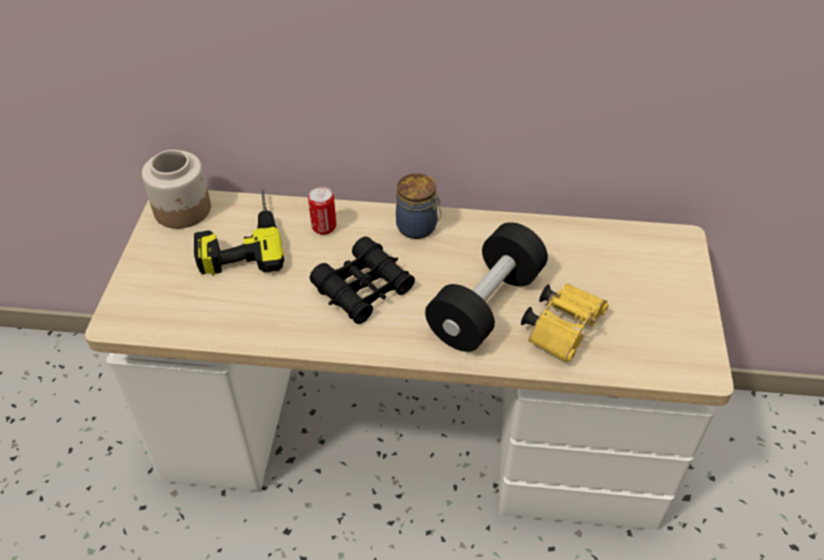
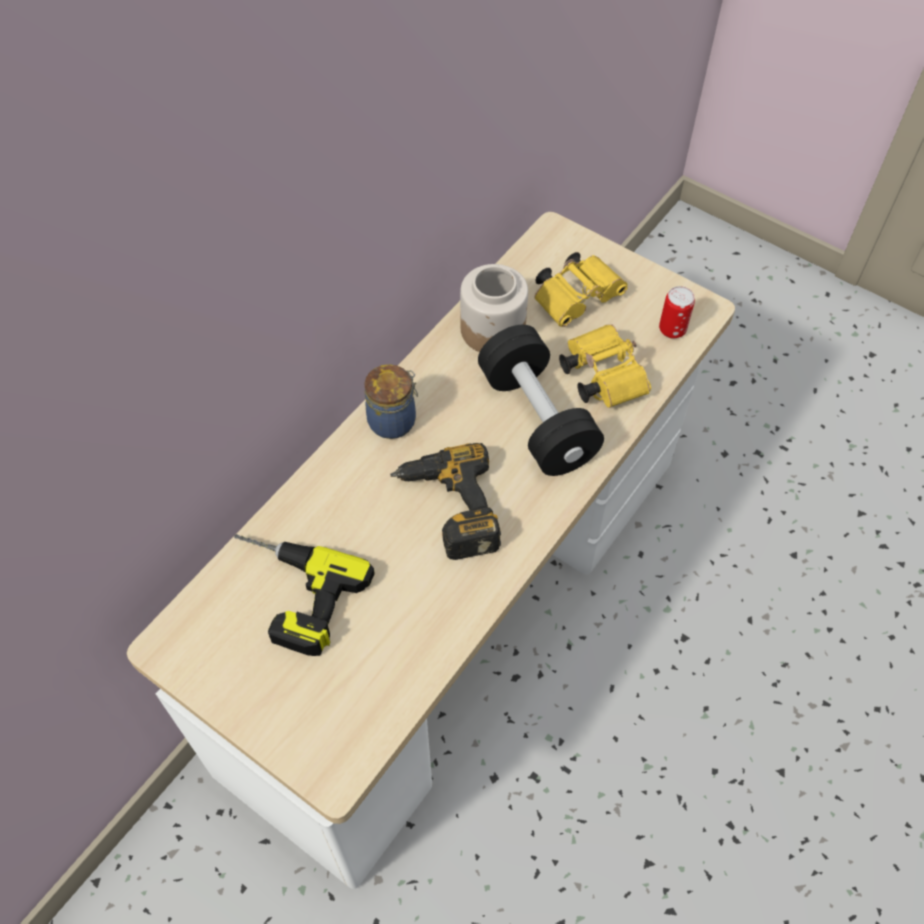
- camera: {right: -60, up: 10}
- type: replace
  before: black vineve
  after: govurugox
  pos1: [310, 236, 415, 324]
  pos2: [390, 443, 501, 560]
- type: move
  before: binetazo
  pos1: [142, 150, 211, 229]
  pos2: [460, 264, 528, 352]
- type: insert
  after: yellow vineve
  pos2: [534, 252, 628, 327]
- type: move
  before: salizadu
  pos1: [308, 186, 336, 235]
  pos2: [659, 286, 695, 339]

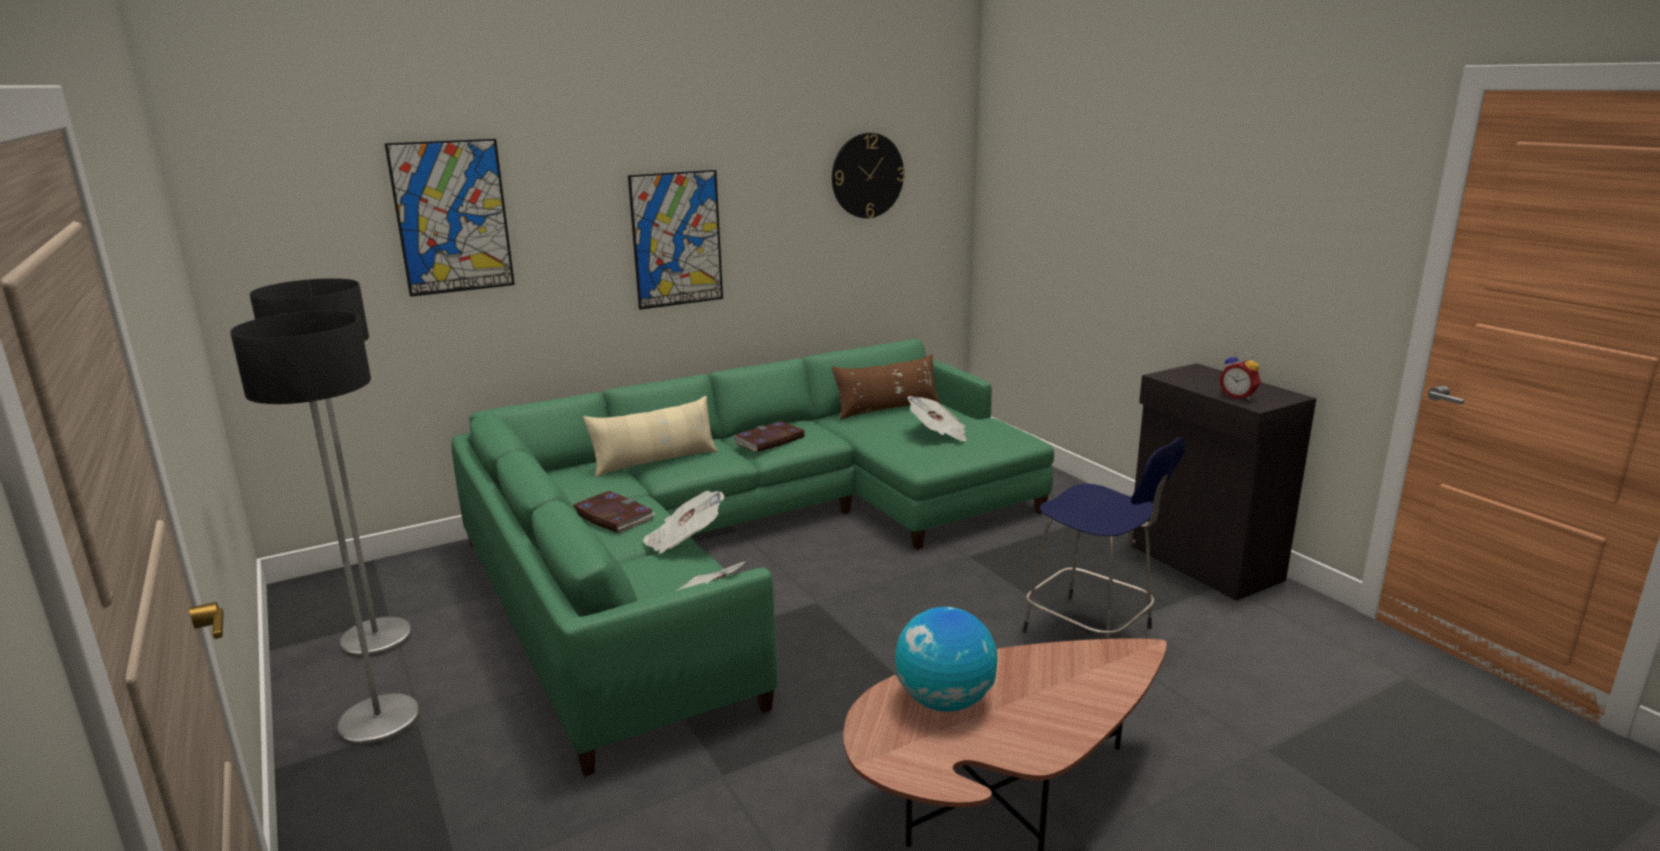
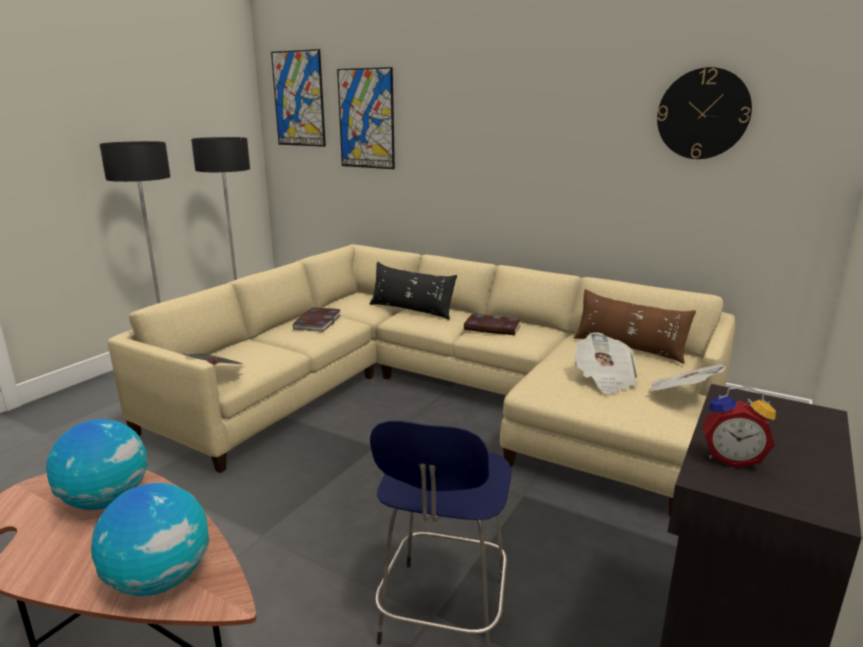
- camera: {right: 60, up: 0}
- type: insert
  after: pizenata
  pos2: [91, 483, 209, 596]
- type: recolor
  before: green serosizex
  after: beige serosizex
  pos1: [451, 339, 1054, 777]
  pos2: [107, 244, 735, 516]
- type: move
  before: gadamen
  pos1: [628, 170, 723, 310]
  pos2: [271, 49, 326, 147]
- type: recolor
  before: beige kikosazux
  after: black kikosazux
  pos1: [583, 396, 718, 478]
  pos2: [370, 262, 457, 320]
- type: move
  before: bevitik
  pos1: [643, 491, 725, 553]
  pos2: [648, 364, 726, 392]
- type: rotate
  before: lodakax
  pos1: [1219, 351, 1261, 400]
  pos2: [702, 386, 776, 468]
  turn: -90

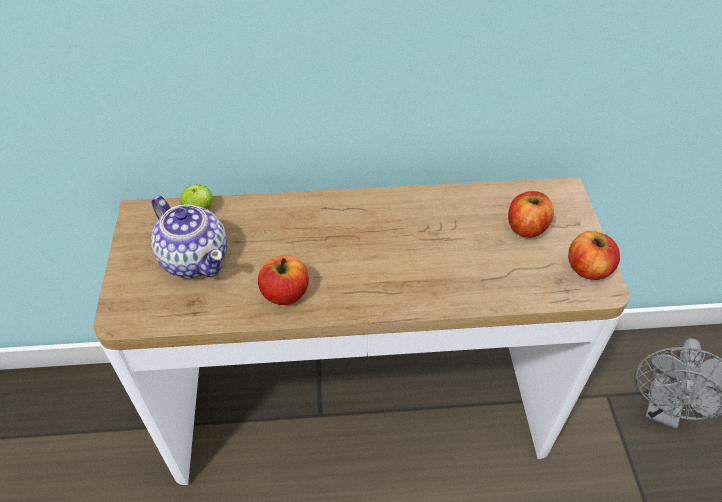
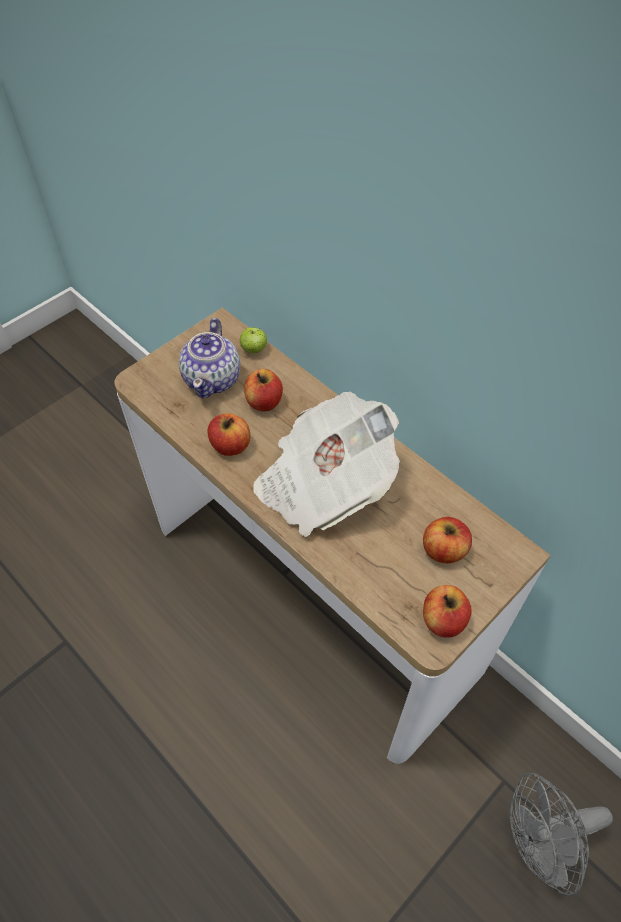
- camera: {right: 50, up: 5}
- type: insert
  after: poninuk
  pos2: [244, 369, 283, 411]
- type: insert
  after: bevitik
  pos2: [253, 392, 400, 537]

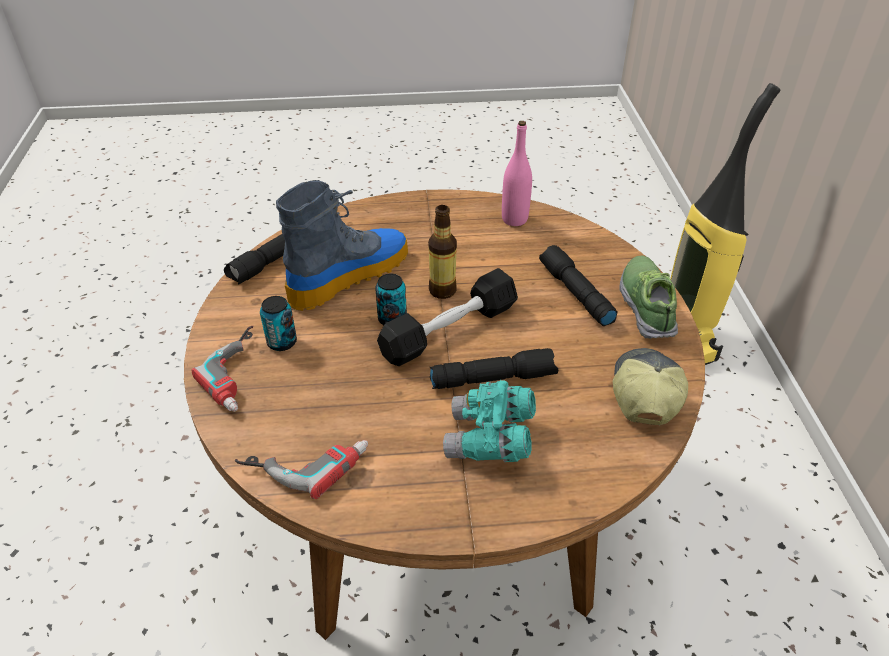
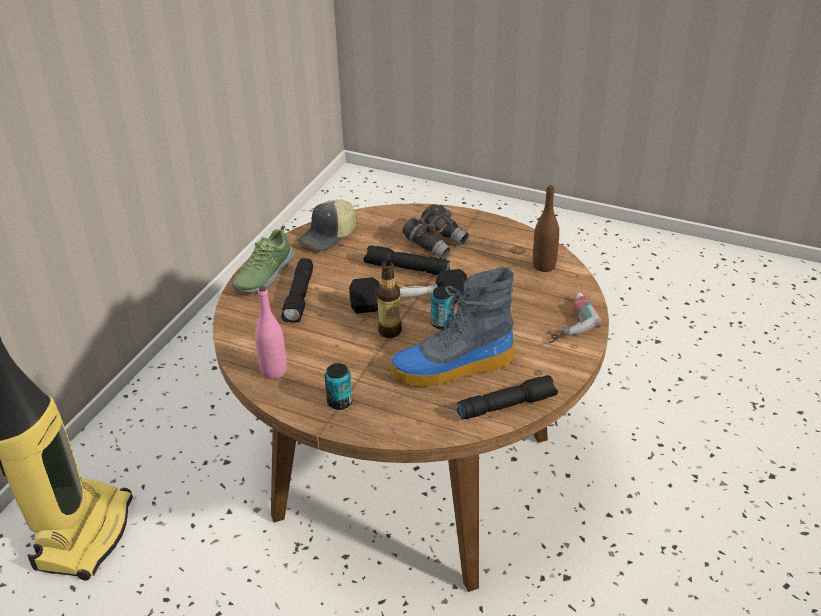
- camera: {right: -150, up: -5}
- type: move
  before: salizadu
  pos1: [260, 296, 297, 351]
  pos2: [325, 363, 352, 410]
- type: recolor
  before: turquoise vineve
  after: grey vineve
  pos1: [443, 380, 536, 462]
  pos2: [402, 204, 469, 259]
- type: replace
  before: govurugox
  after: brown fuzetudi
  pos1: [235, 440, 368, 499]
  pos2: [533, 185, 559, 272]

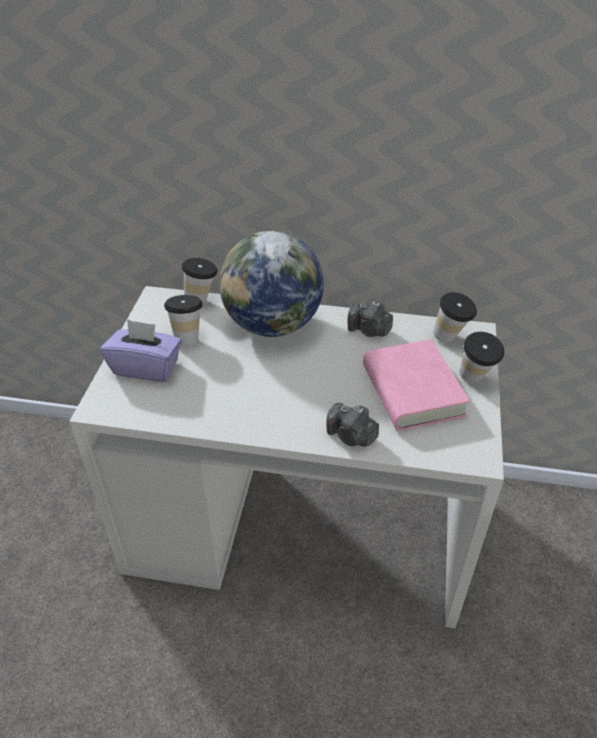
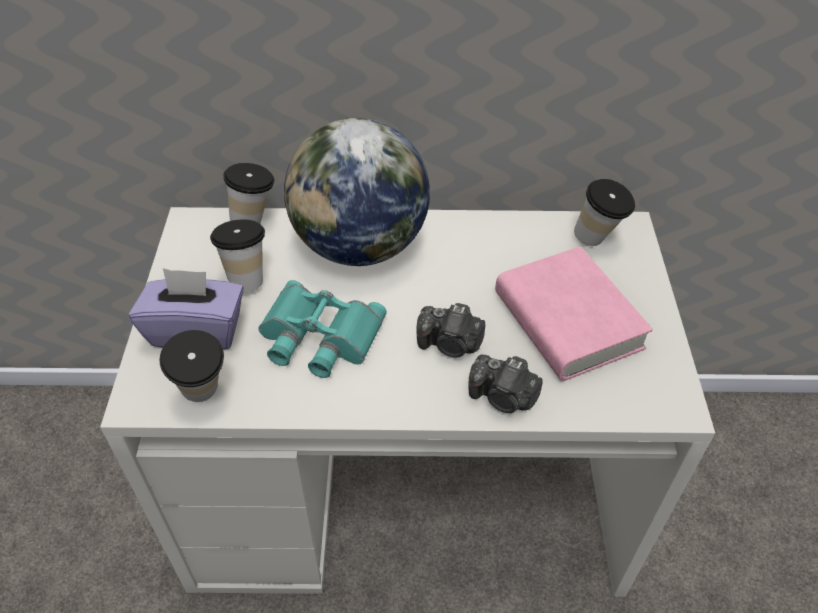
- camera: {right: -10, up: 5}
- type: move
  before: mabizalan
  pos1: [459, 332, 505, 383]
  pos2: [159, 330, 224, 402]
- type: insert
  after: turquoise vineve
  pos2: [258, 280, 387, 378]
- type: move
  before: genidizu
  pos1: [348, 301, 393, 337]
  pos2: [416, 303, 485, 357]

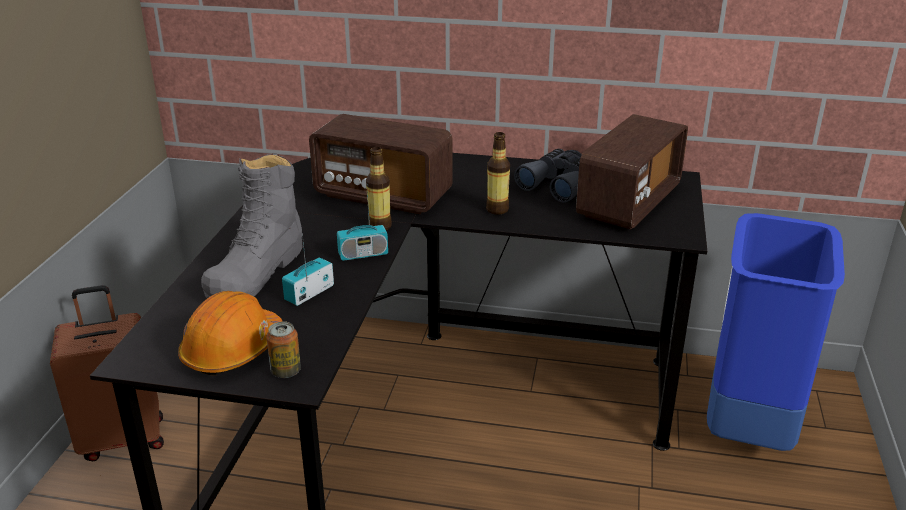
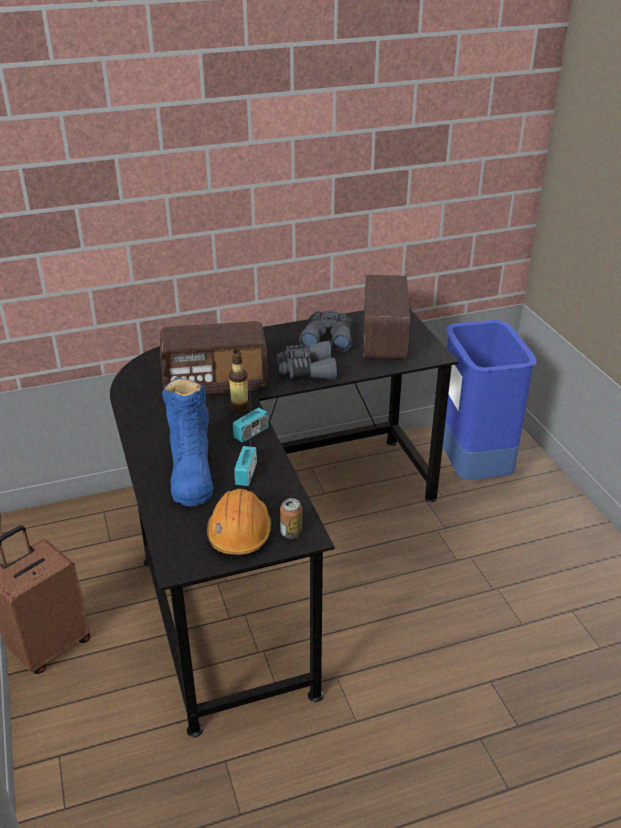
- camera: {right: -30, up: 5}
- type: recolor
  before: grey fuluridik
  after: blue fuluridik
  pos1: [201, 153, 303, 298]
  pos2: [162, 377, 213, 506]
- type: replace
  before: fuzetudi
  after: grey vineve
  pos1: [486, 132, 510, 214]
  pos2: [277, 341, 337, 380]

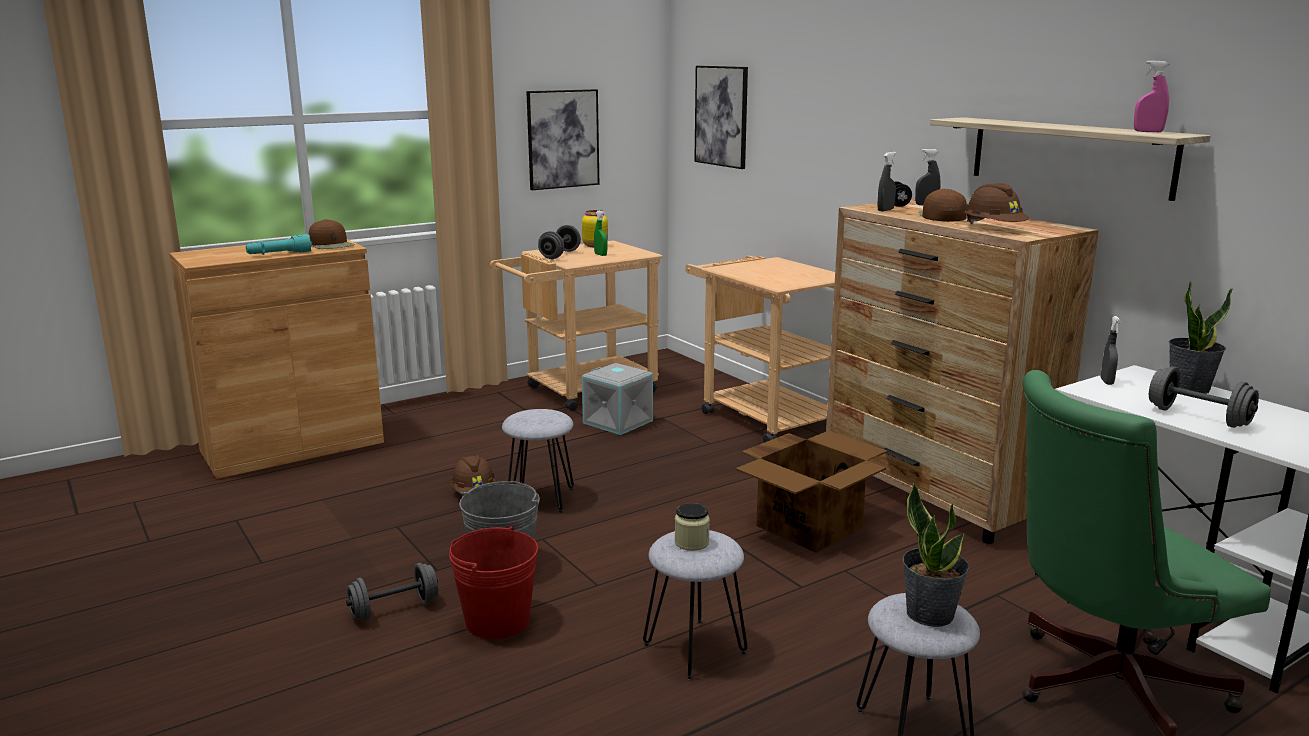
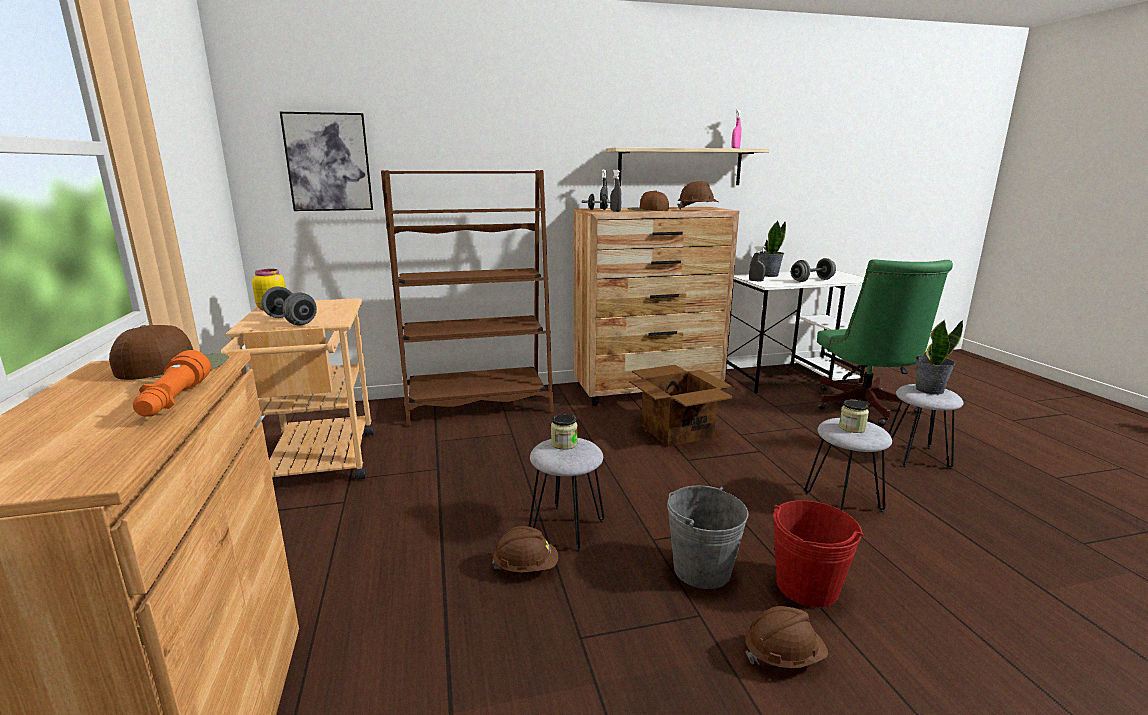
- camera: {right: -70, up: 0}
- type: recolor
  before: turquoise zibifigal
  after: orange zibifigal
  pos1: [246, 234, 312, 255]
  pos2: [133, 350, 211, 417]
- type: replace
  before: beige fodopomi
  after: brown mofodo
  pos1: [685, 256, 835, 443]
  pos2: [381, 170, 553, 426]
- type: insert
  after: binetazo
  pos2: [551, 414, 578, 450]
- type: replace
  before: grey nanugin
  after: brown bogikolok
  pos1: [346, 563, 438, 621]
  pos2: [745, 606, 828, 668]
- type: delete
  before: gadamen
  pos1: [526, 89, 599, 190]
- type: delete
  before: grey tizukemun
  pos1: [582, 363, 653, 435]
- type: delete
  before: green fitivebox
  pos1: [594, 211, 607, 256]

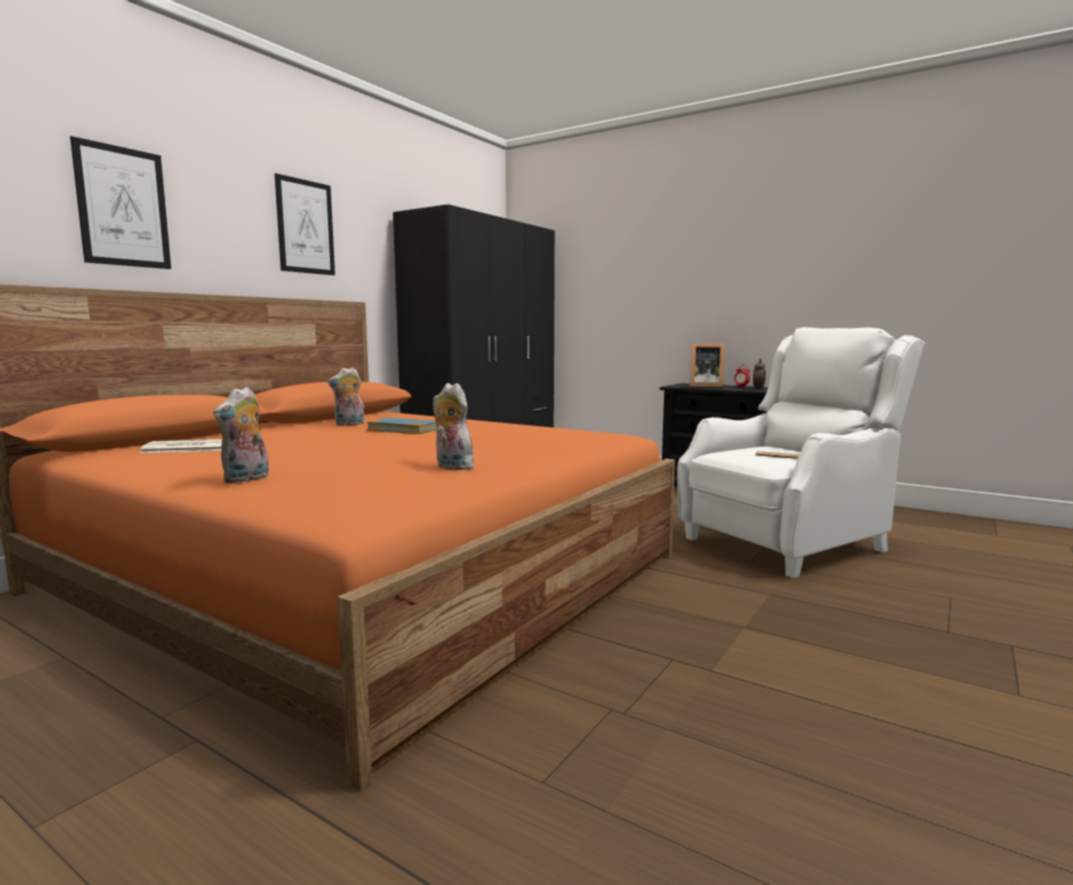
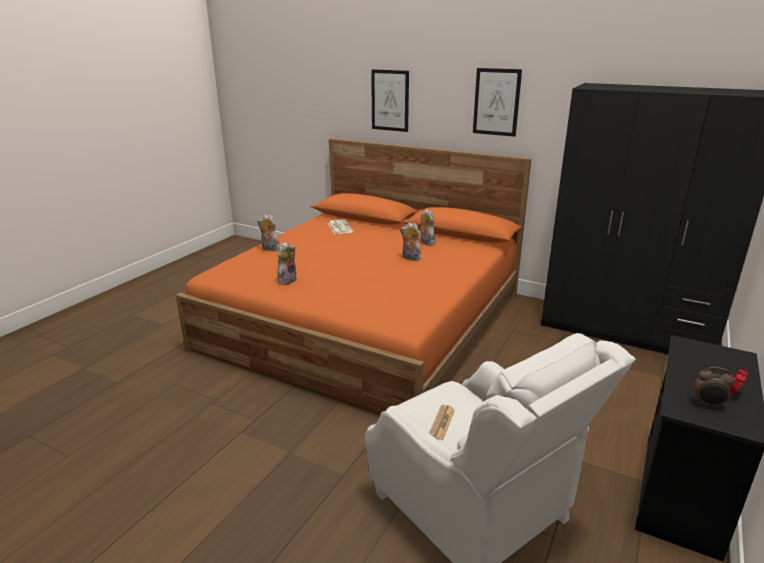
- camera: {right: 85, up: 15}
- type: replace
  before: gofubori
  after: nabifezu
  pos1: [367, 417, 437, 434]
  pos2: [400, 223, 421, 261]
- type: delete
  before: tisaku
  pos1: [690, 343, 725, 388]

